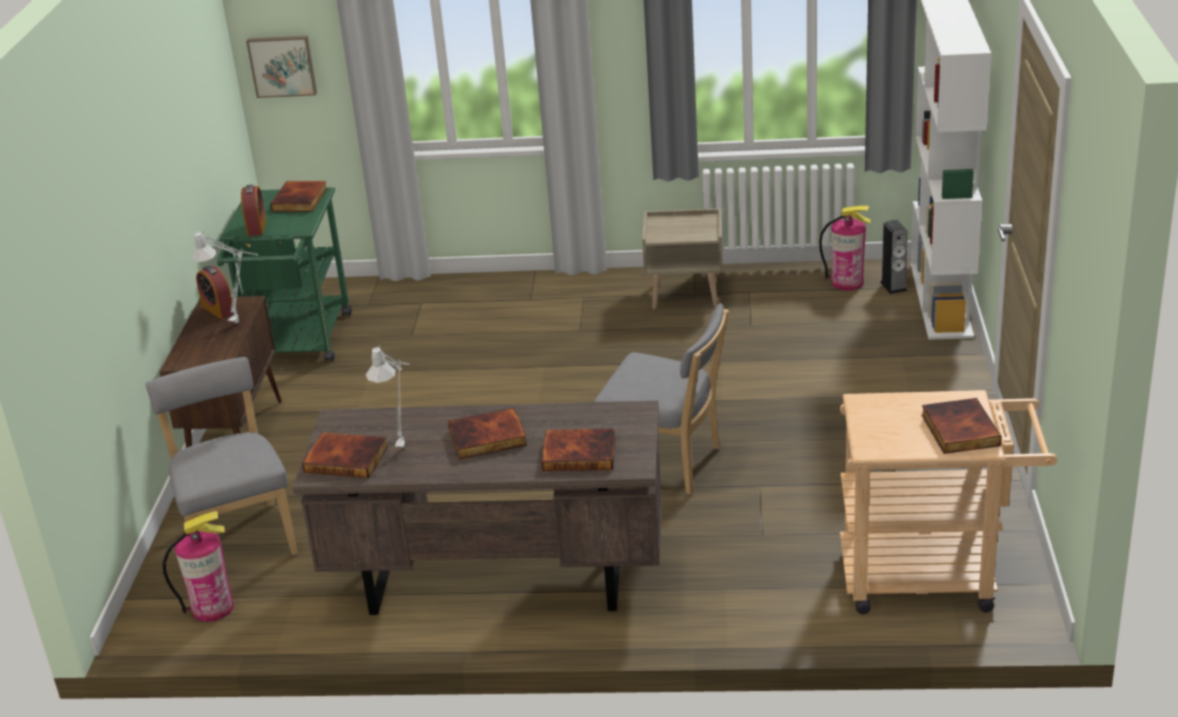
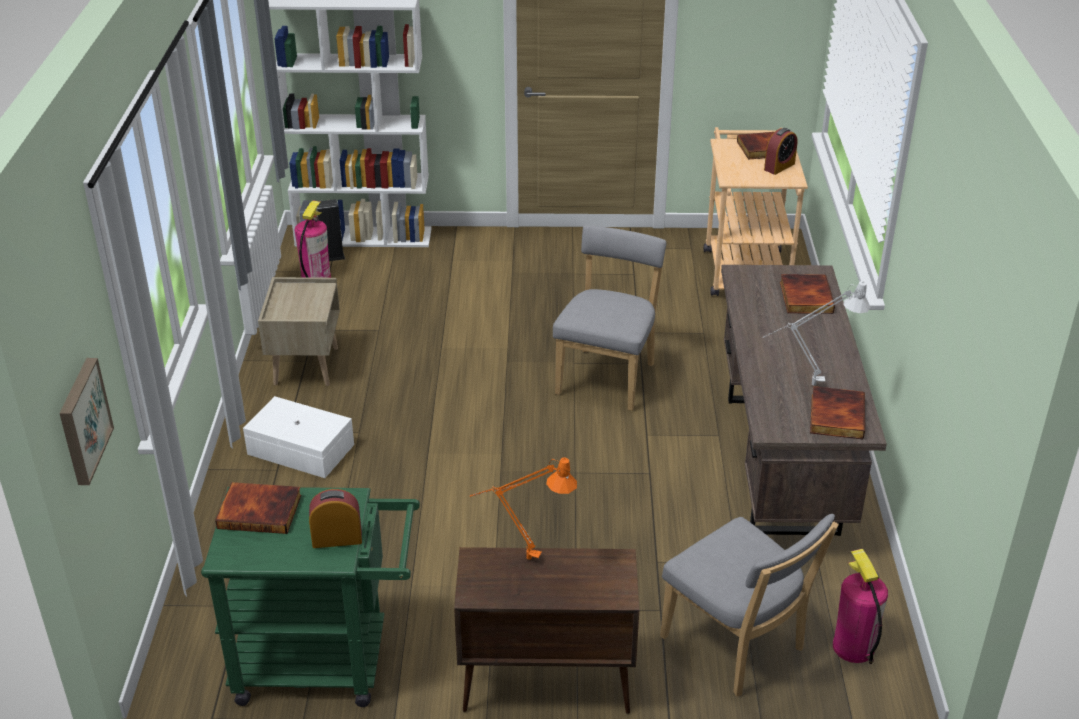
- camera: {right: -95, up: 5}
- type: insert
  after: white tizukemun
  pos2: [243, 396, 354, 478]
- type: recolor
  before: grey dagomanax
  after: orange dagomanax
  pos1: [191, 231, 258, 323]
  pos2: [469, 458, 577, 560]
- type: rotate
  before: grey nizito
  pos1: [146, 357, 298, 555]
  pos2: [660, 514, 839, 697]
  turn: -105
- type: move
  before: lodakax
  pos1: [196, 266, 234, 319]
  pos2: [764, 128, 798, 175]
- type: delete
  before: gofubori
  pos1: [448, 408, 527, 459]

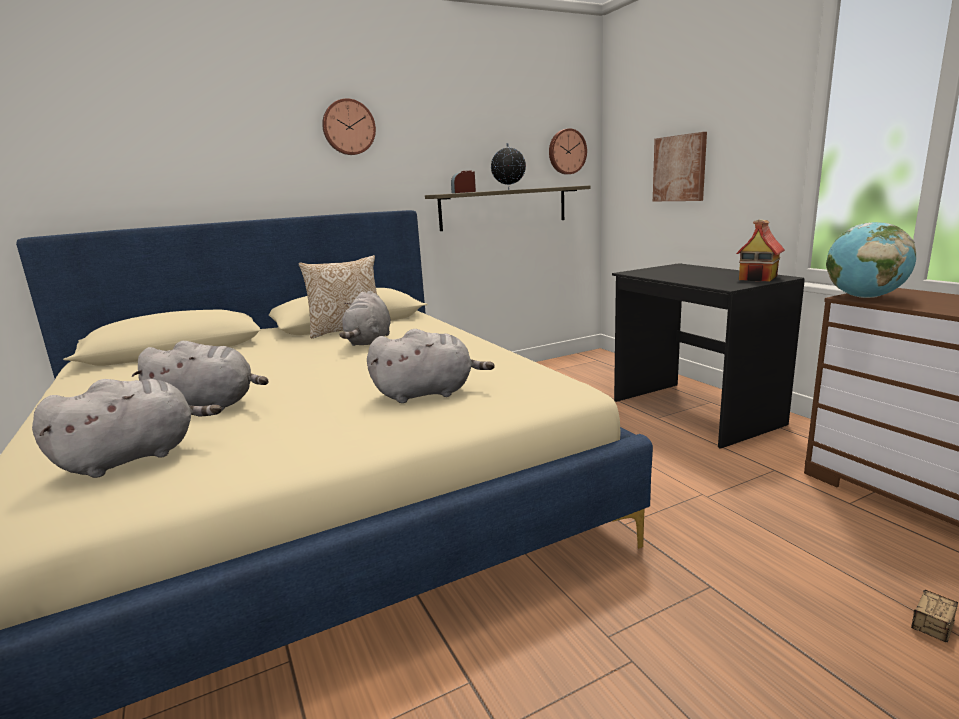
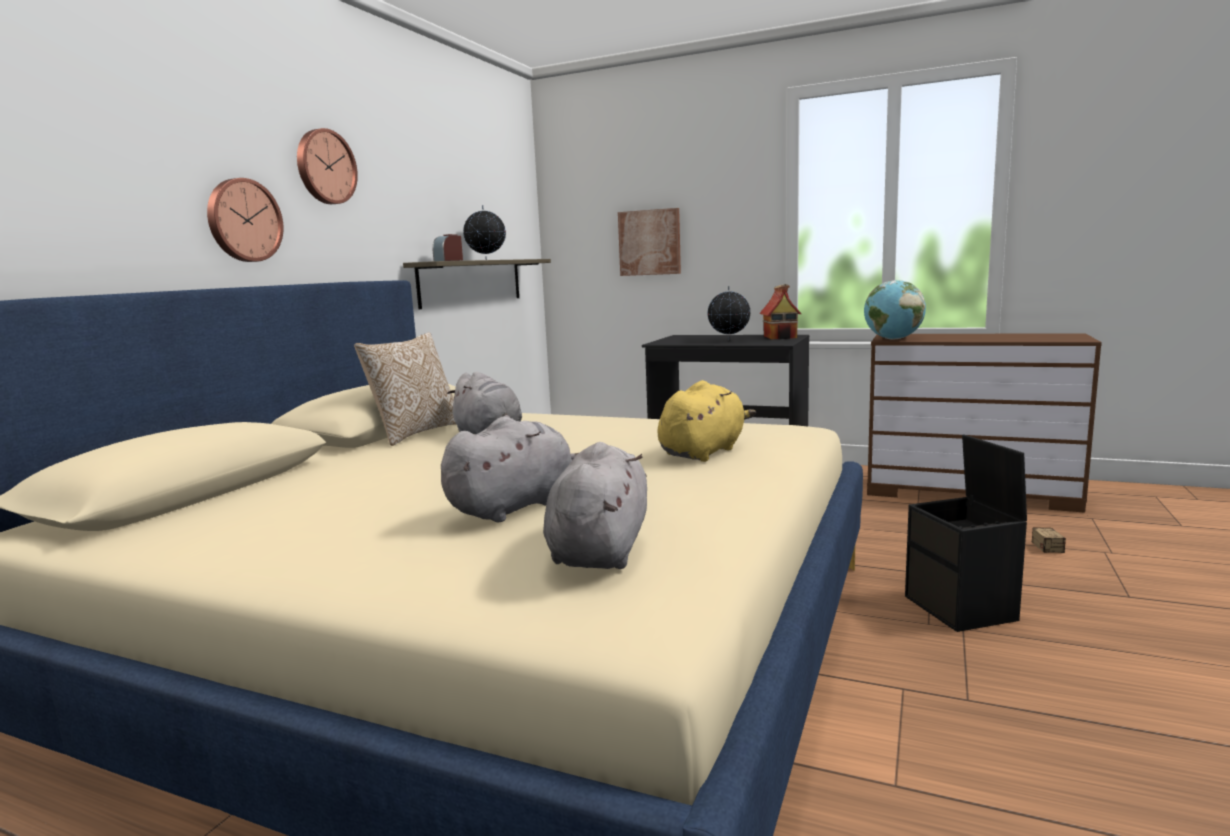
- camera: {right: -40, up: -5}
- type: move
  before: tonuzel
  pos1: [549, 128, 587, 174]
  pos2: [207, 178, 283, 262]
- type: recolor
  before: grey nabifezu
  after: yellow nabifezu
  pos1: [367, 329, 495, 403]
  pos2: [658, 380, 756, 462]
- type: insert
  after: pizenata
  pos2: [708, 286, 751, 341]
- type: insert
  after: black tizukemun
  pos2: [905, 434, 1027, 632]

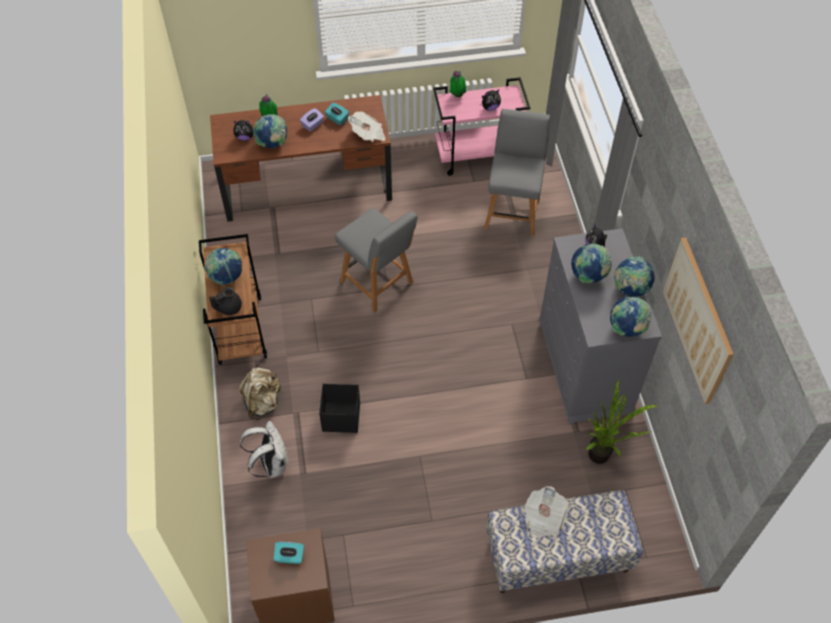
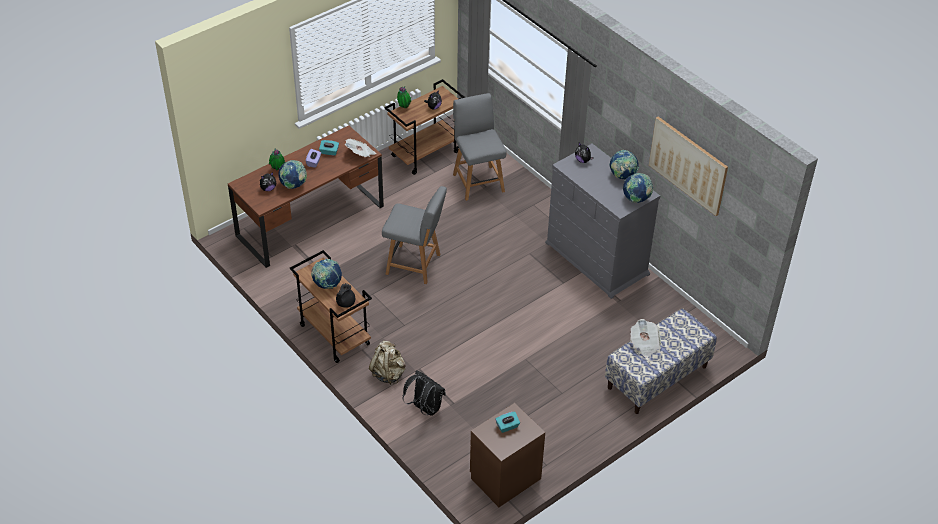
- camera: {right: -30, up: -10}
- type: recolor
  before: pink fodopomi
  after: brown fodopomi
  pos1: [433, 77, 530, 176]
  pos2: [385, 79, 465, 175]
- type: recolor
  before: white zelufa
  after: black zelufa
  pos1: [240, 421, 288, 478]
  pos2: [403, 370, 446, 416]
- type: delete
  before: black tizukemun
  pos1: [319, 384, 360, 433]
- type: delete
  before: pizenata
  pos1: [571, 243, 612, 283]
- type: delete
  before: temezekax
  pos1: [586, 379, 659, 464]

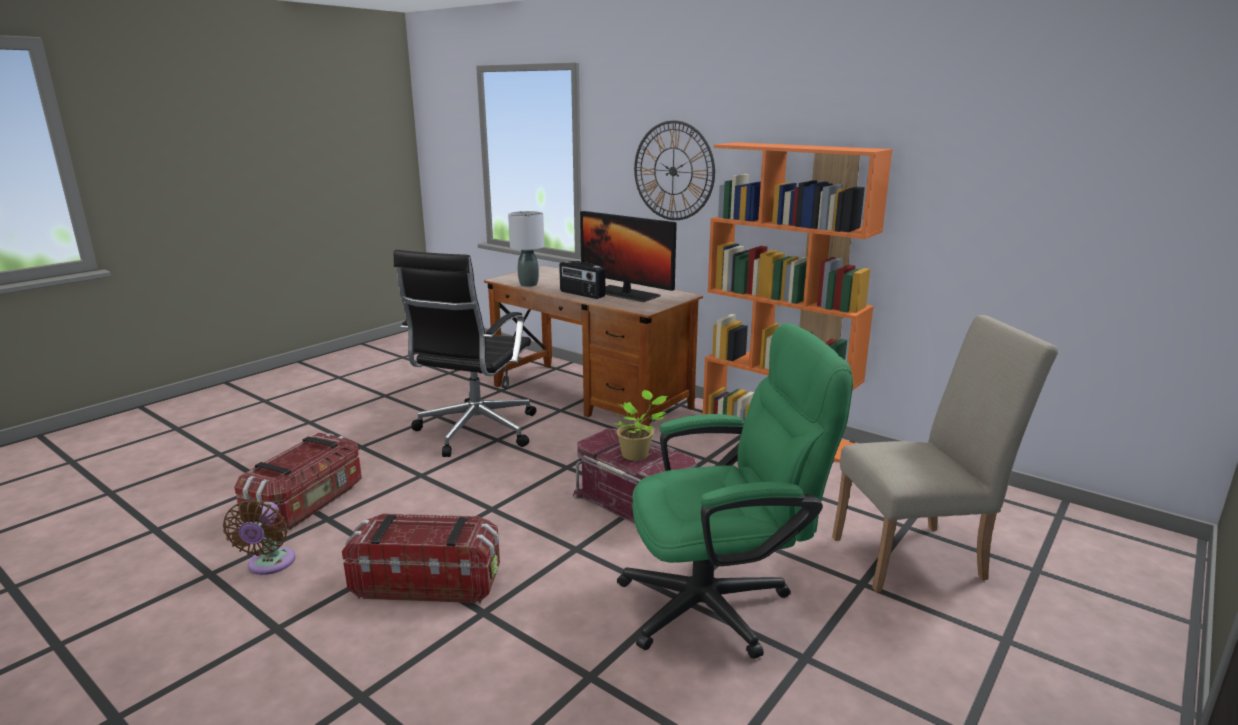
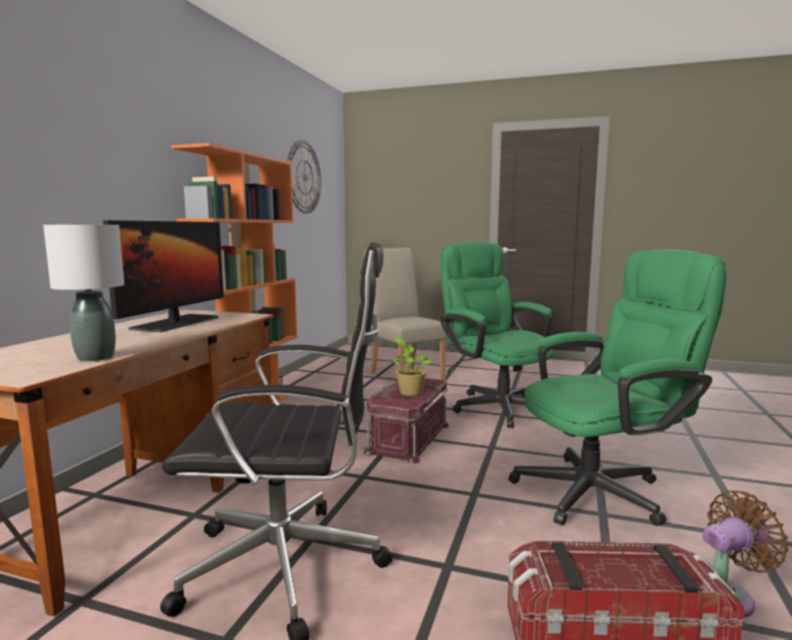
- camera: {right: -110, up: -10}
- type: move
  before: tonuzel
  pos1: [634, 120, 715, 220]
  pos2: [288, 140, 321, 214]
- type: replace
  before: tizukemun
  after: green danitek
  pos1: [342, 514, 500, 603]
  pos2: [508, 250, 727, 526]
- type: delete
  before: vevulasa
  pos1: [559, 261, 605, 299]

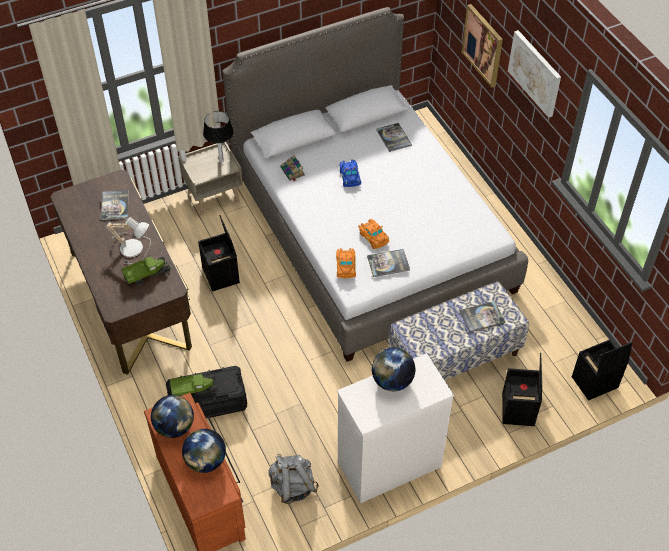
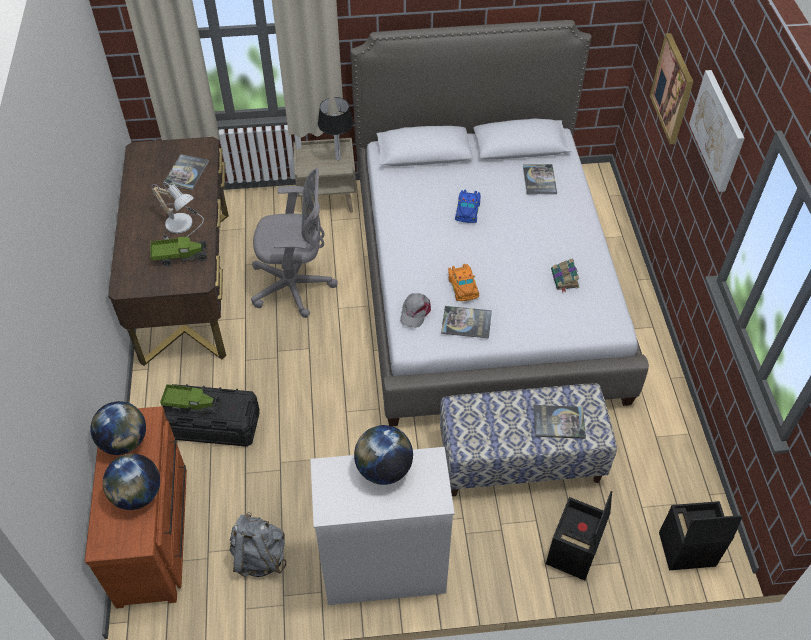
- camera: {right: 20, up: 0}
- type: replace
  before: black tizukemun
  after: grey danitek
  pos1: [198, 215, 240, 292]
  pos2: [251, 168, 338, 318]
- type: replace
  before: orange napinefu
  after: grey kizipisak
  pos1: [336, 248, 356, 278]
  pos2: [400, 293, 431, 328]
- type: move
  before: gofubori
  pos1: [280, 155, 305, 181]
  pos2: [551, 258, 579, 293]

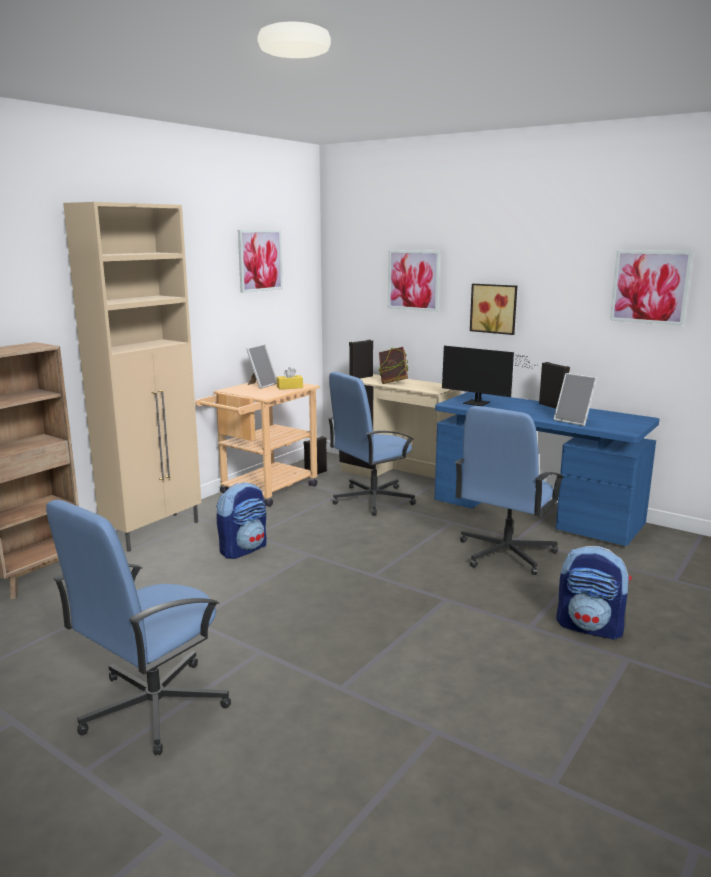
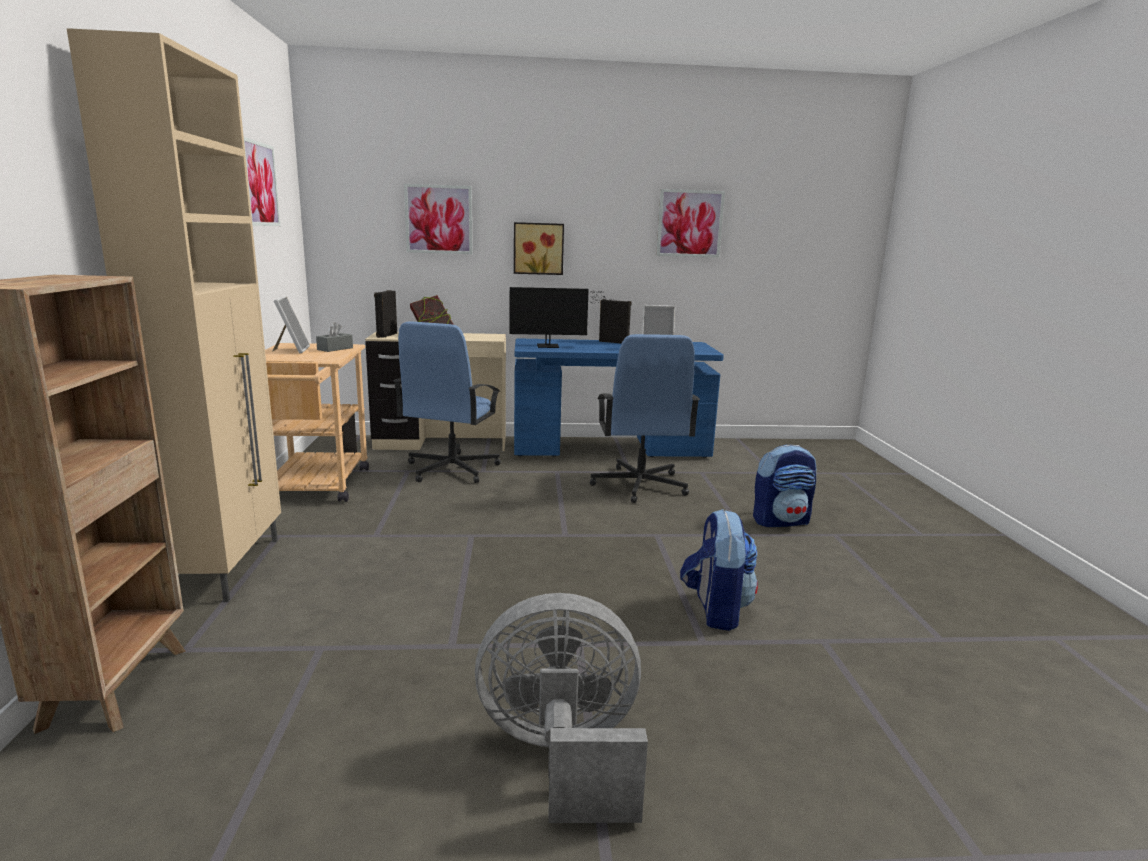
- camera: {right: -40, up: 0}
- type: recolor
  before: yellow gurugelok
  after: grey gurugelok
  pos1: [276, 367, 303, 390]
  pos2: [316, 322, 353, 352]
- type: replace
  before: blue danitek
  after: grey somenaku
  pos1: [46, 499, 231, 755]
  pos2: [475, 593, 648, 823]
- type: move
  before: zelufa
  pos1: [216, 482, 267, 559]
  pos2: [680, 509, 758, 631]

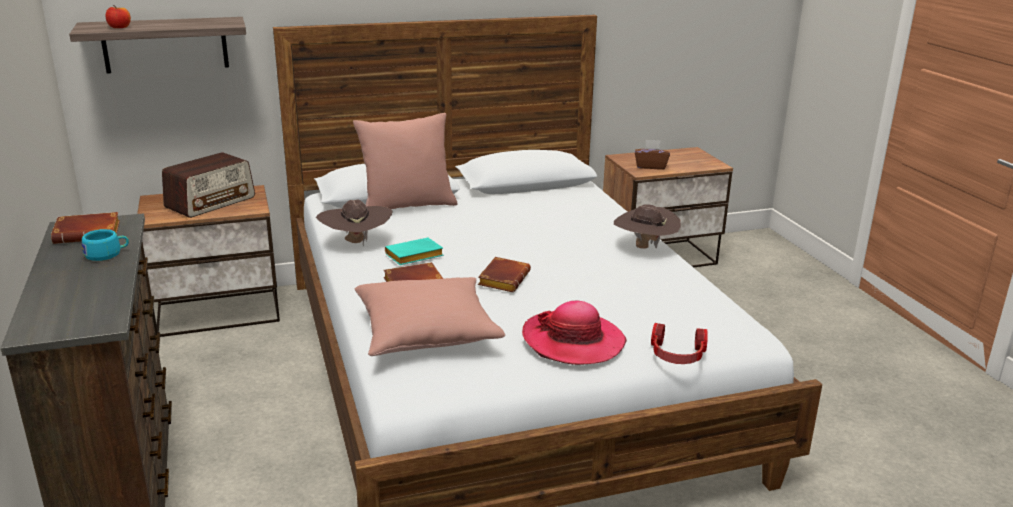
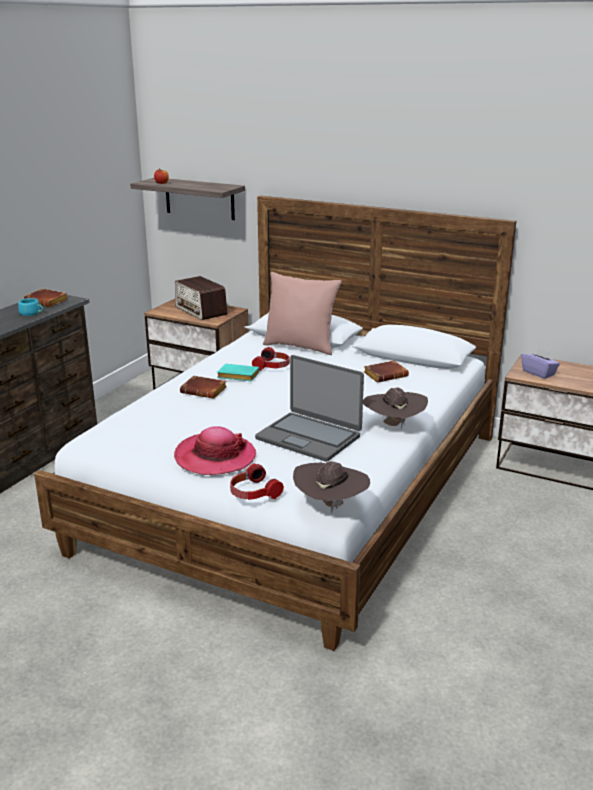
- camera: {right: 45, up: 0}
- type: rotate
  before: vevulasa
  pos1: [162, 152, 255, 218]
  pos2: [175, 276, 227, 320]
  turn: 60
- type: insert
  after: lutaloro
  pos2: [252, 347, 290, 371]
- type: insert
  after: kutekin
  pos2: [255, 355, 364, 462]
- type: move
  before: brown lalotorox
  pos1: [316, 199, 393, 247]
  pos2: [293, 461, 370, 513]
- type: move
  before: brown gofubori
  pos1: [478, 257, 531, 292]
  pos2: [364, 360, 409, 383]
- type: recolor
  before: brown gurugelok
  after: purple gurugelok
  pos1: [635, 140, 670, 170]
  pos2: [521, 347, 560, 379]
- type: delete
  before: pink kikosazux
  pos1: [355, 277, 505, 356]

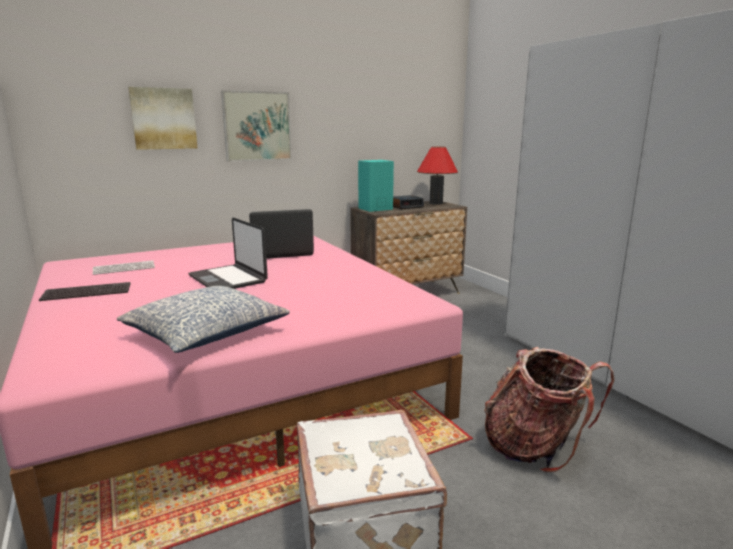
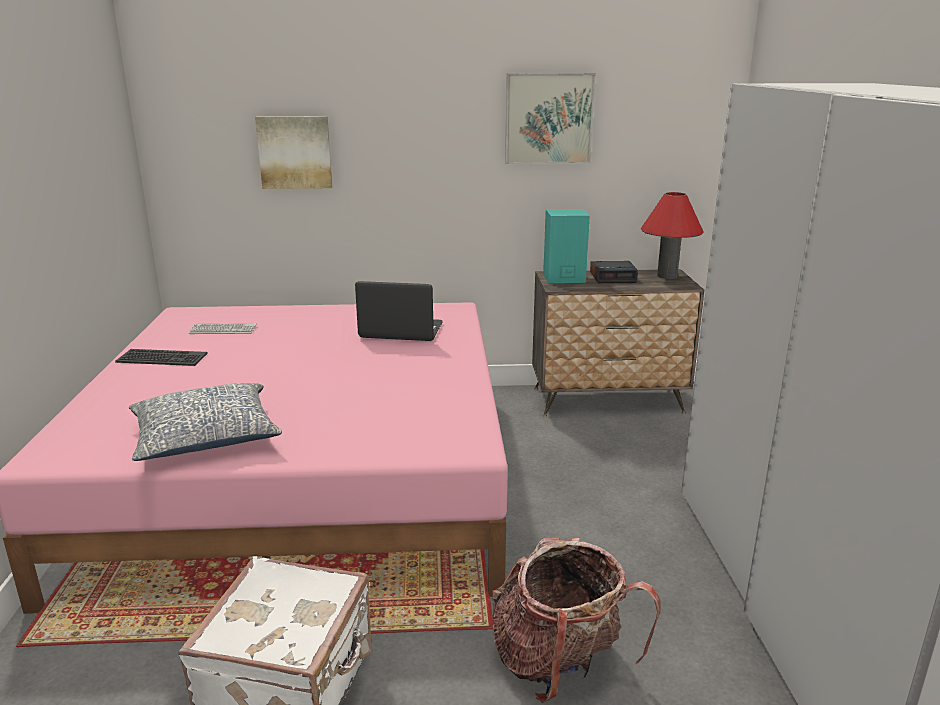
- camera: {right: 25, up: 5}
- type: move
  before: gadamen
  pos1: [221, 90, 292, 162]
  pos2: [505, 73, 596, 164]
- type: delete
  before: kutekin
  pos1: [189, 218, 268, 289]

